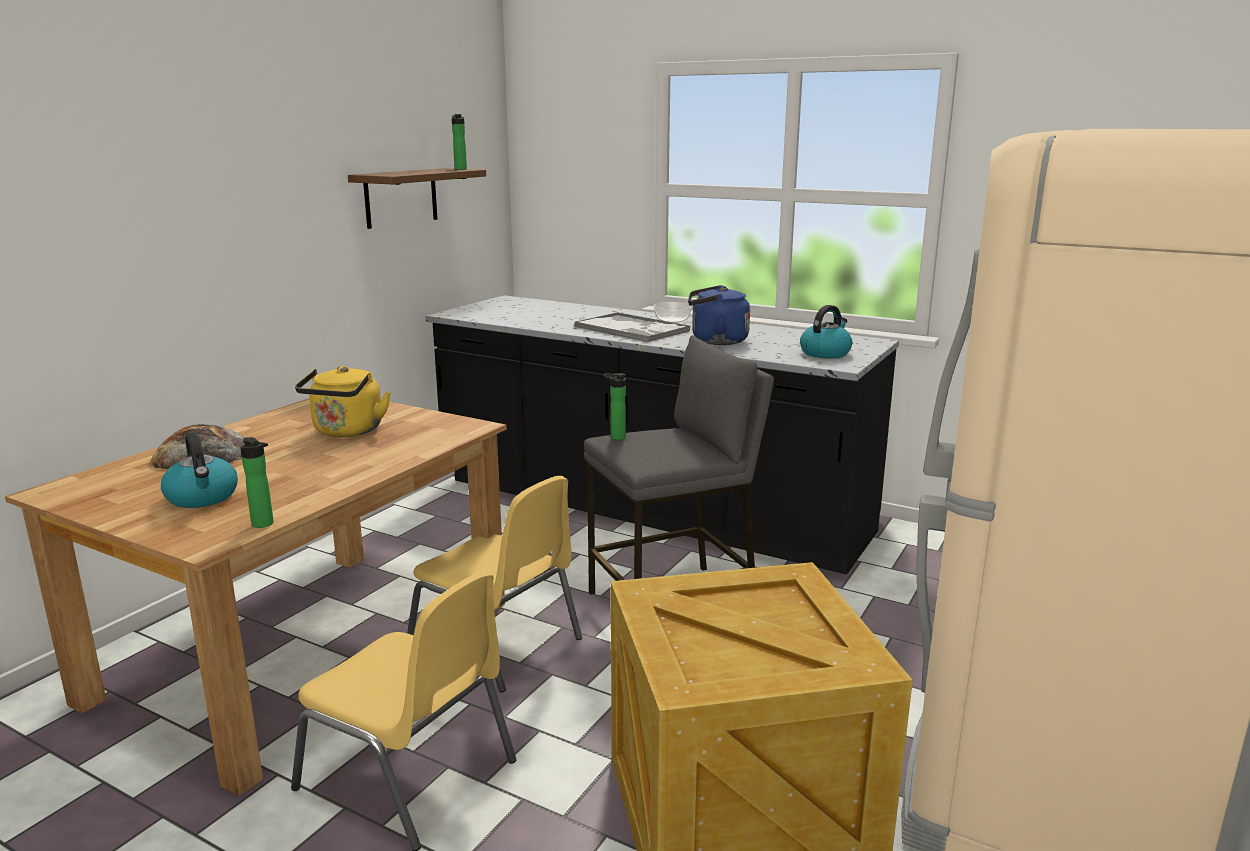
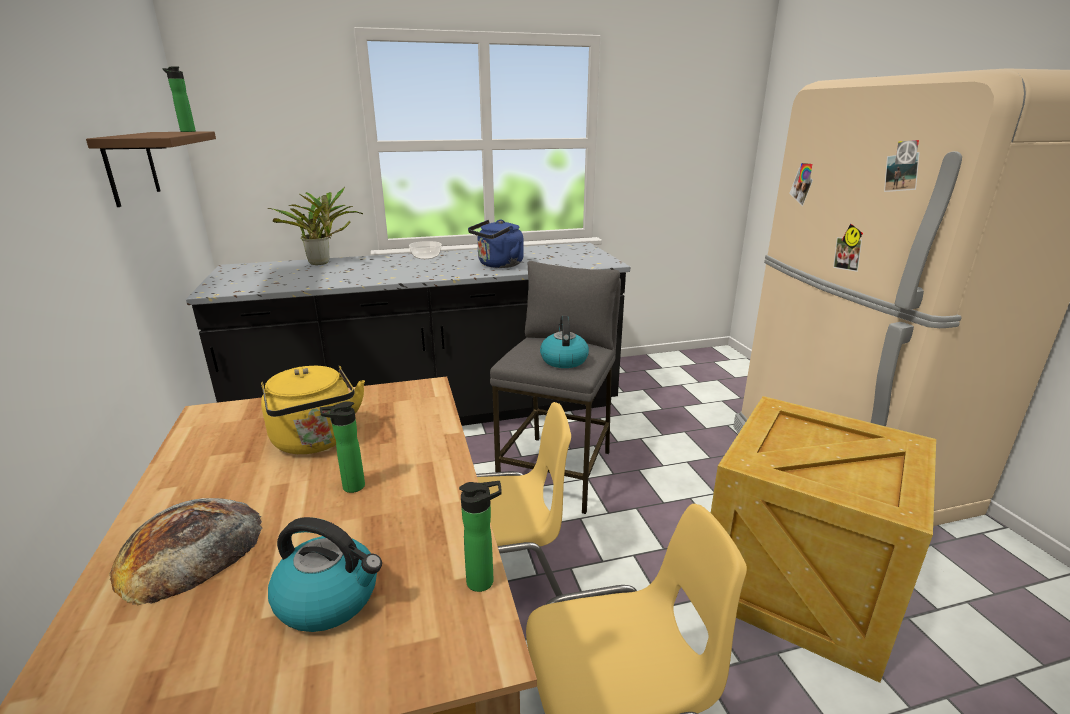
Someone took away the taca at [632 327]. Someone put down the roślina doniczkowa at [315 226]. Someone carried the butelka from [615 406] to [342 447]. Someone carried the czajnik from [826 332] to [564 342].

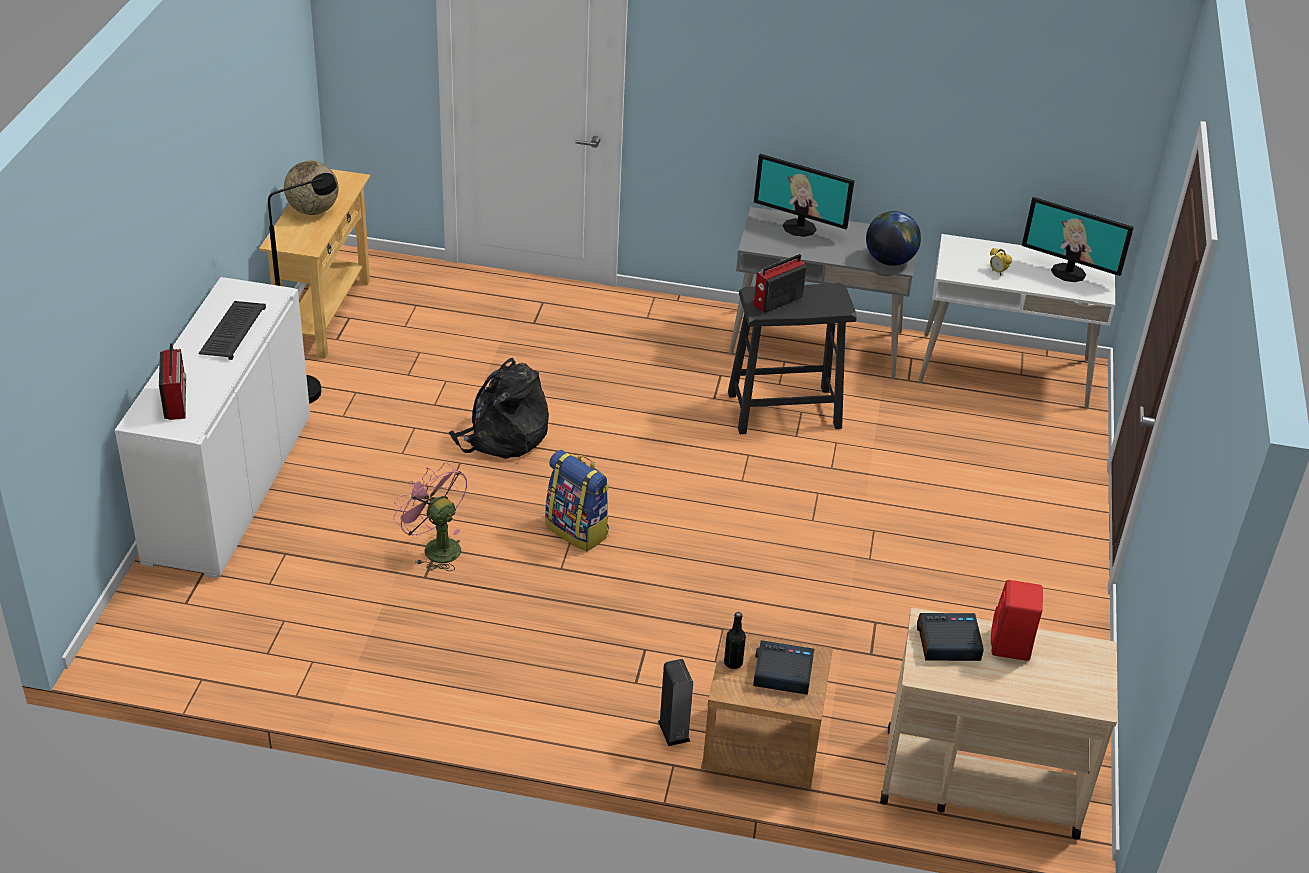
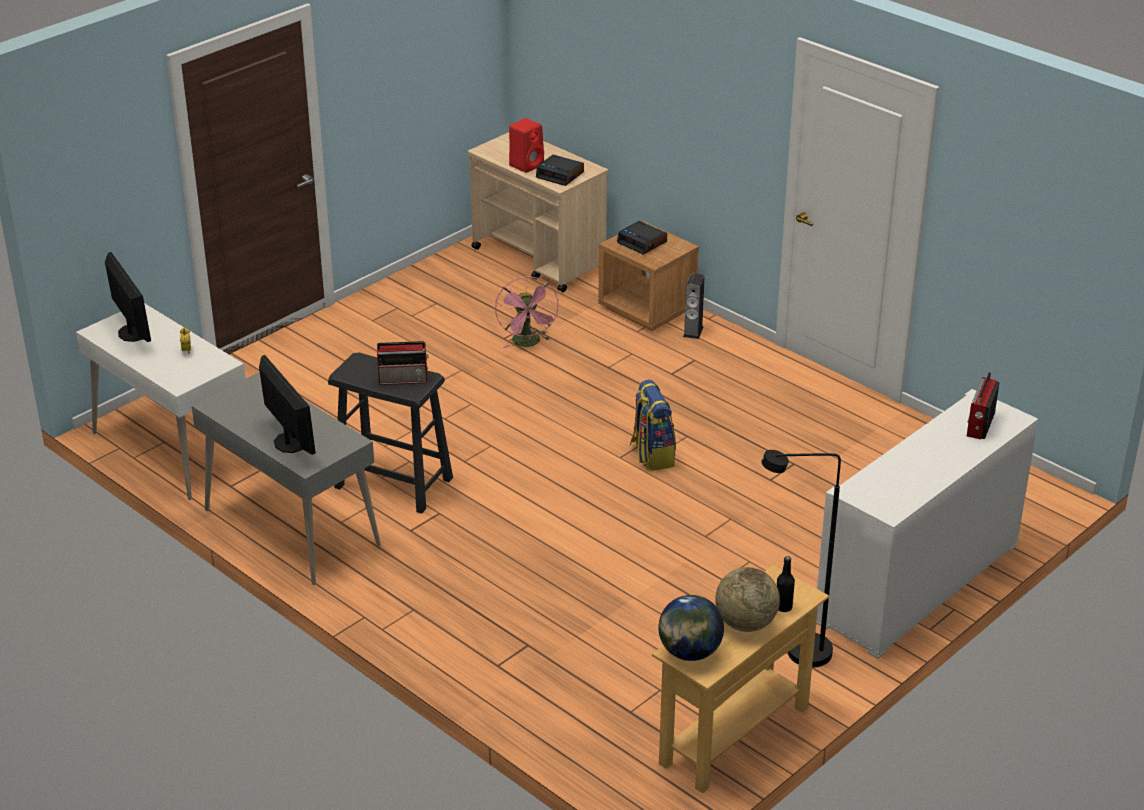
Someone took away the klawiatura at [232 330]. Someone took away the plecak (czarny) at [499 408]. Someone carried the wentylator (różowy) from [430 516] to [527 312]. Someone carried the butelka (czarny) from [735 640] to [786 584]. Someone carried the globus from [893 238] to [691 628].

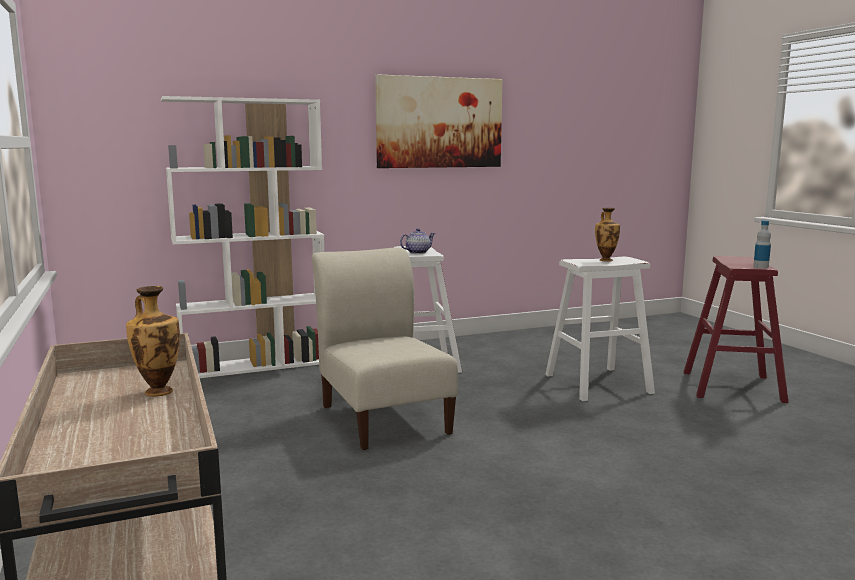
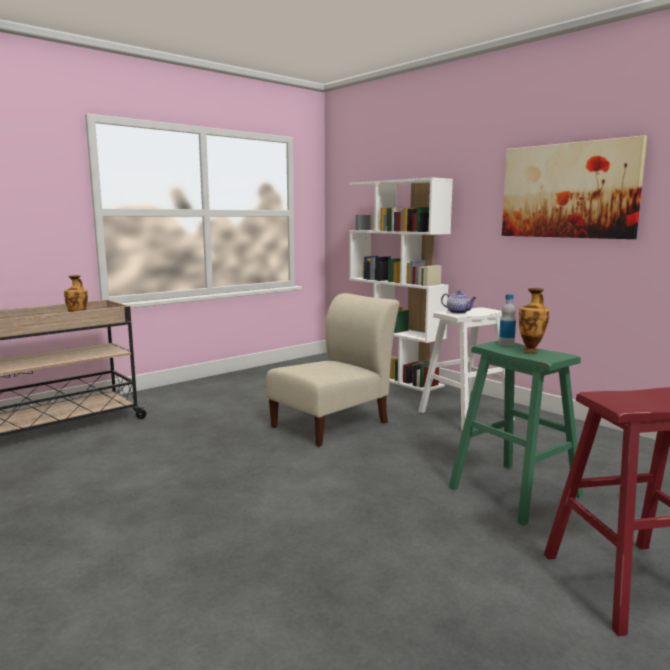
Someone carried the butelka from [762 244] to [507 320]. Someone repainted the stołek (biały) at [600 329], which became the stołek (zielony) at [515 433].

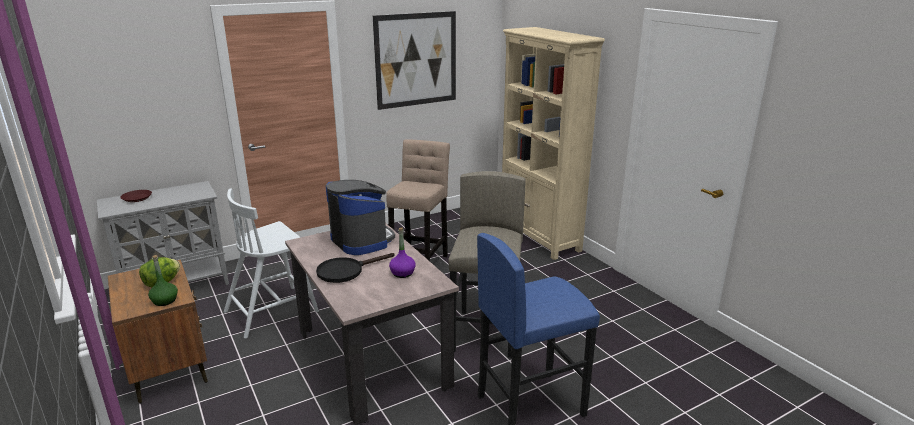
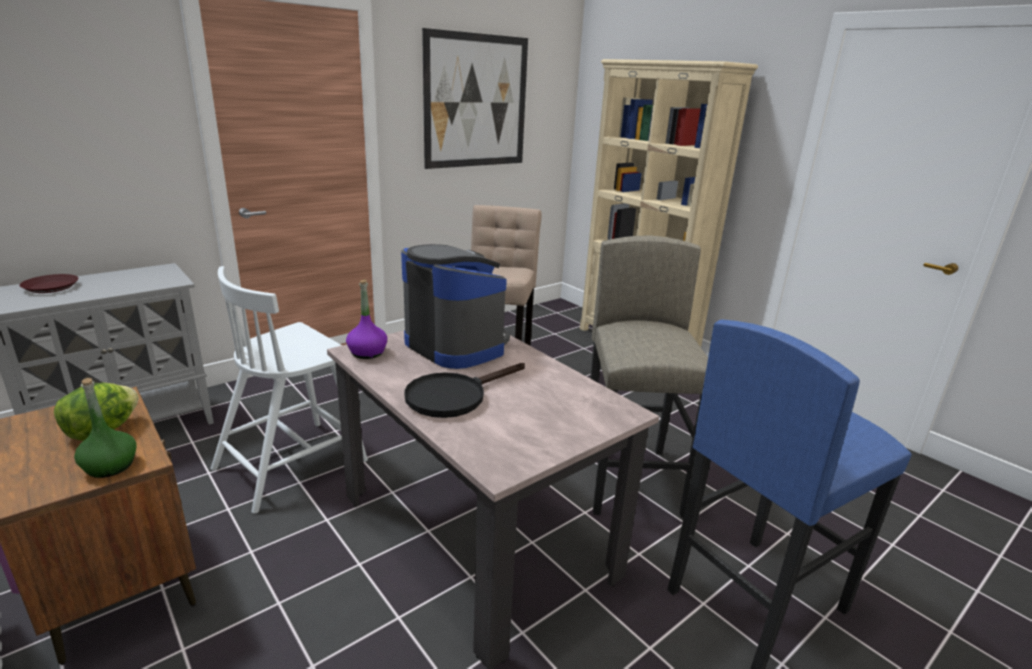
Someone carried the butelka (fioletowy) from [402 252] to [366 319].

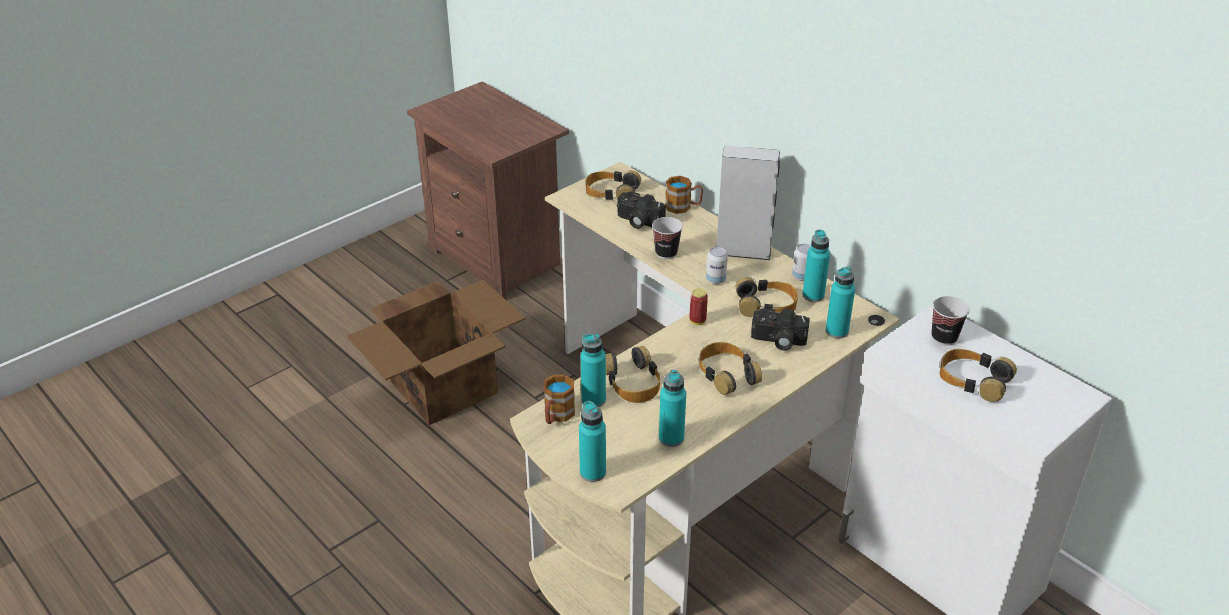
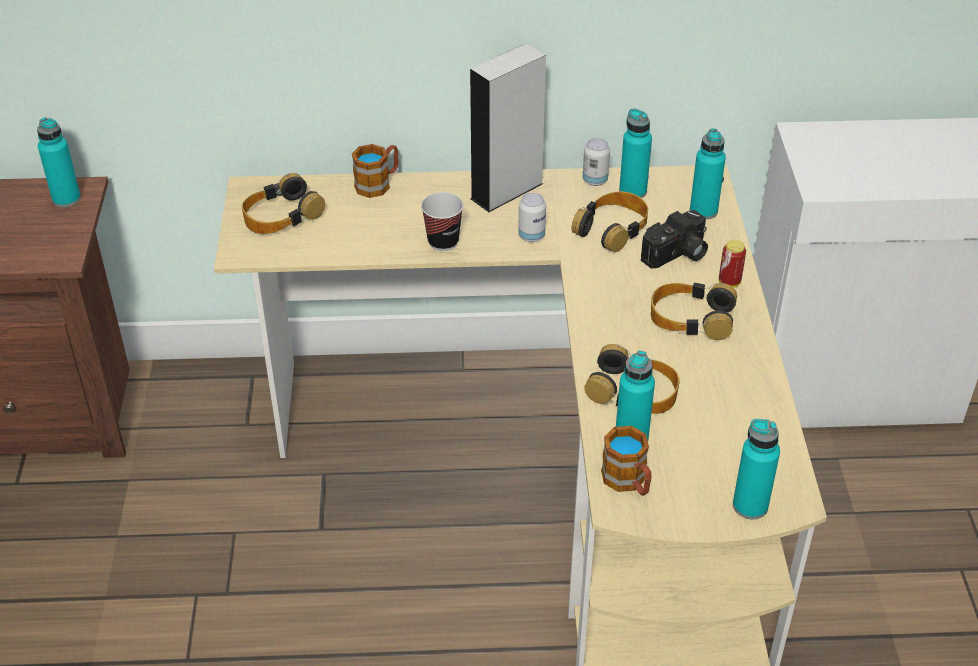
Someone took away the karton at [436 352]. Someone took away the aparat fotograficzny at [641 210]. Someone took away the filiżanka at [951 321]. Someone took away the słuchawki at [978 375]. Someone carried the butelka (turkusowy) from [672 408] to [59 162]. Someone carried the puszka from [699 306] to [732 264].

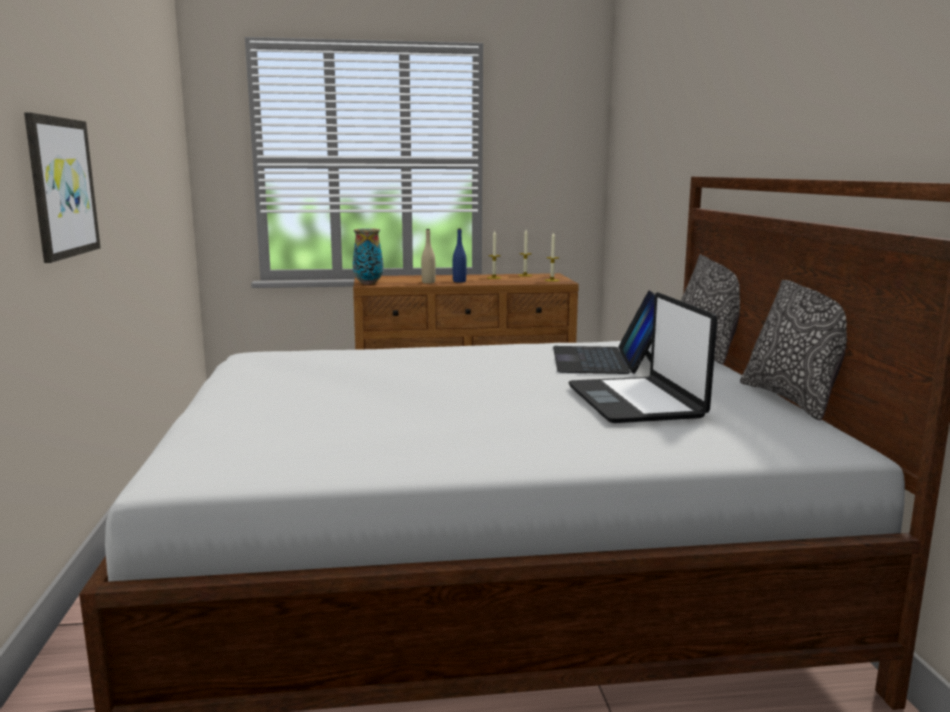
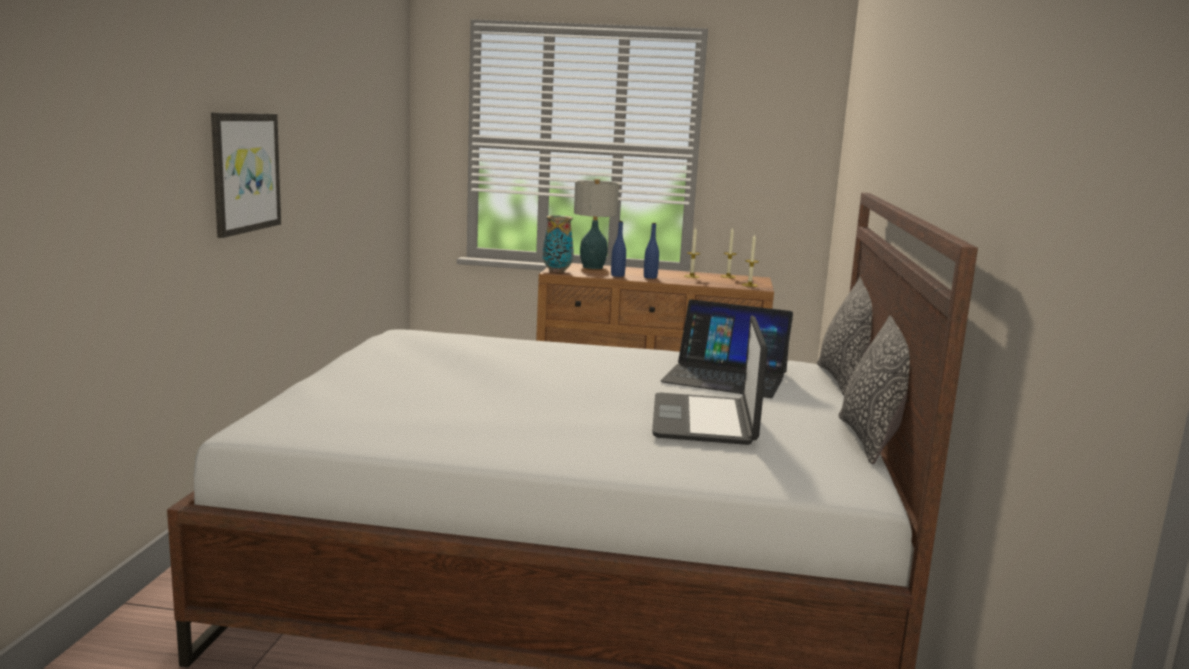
Someone put down the lampa stołowa at [596 224]. Someone repainted the butelka (beżowy) at [428 256], which became the butelka (niebieski) at [618 249]. Someone rotated the laptop at [604 332] by 90 degrees counterclockwise.

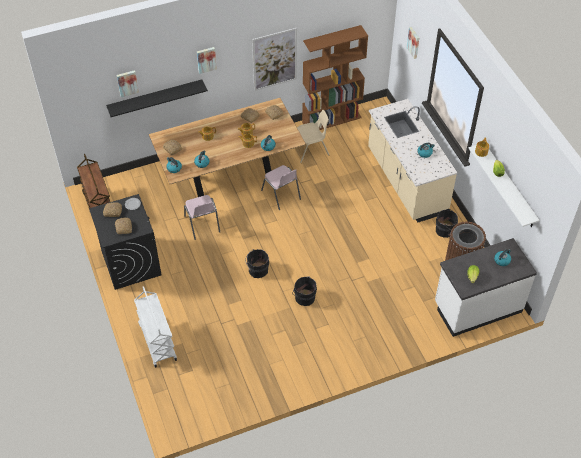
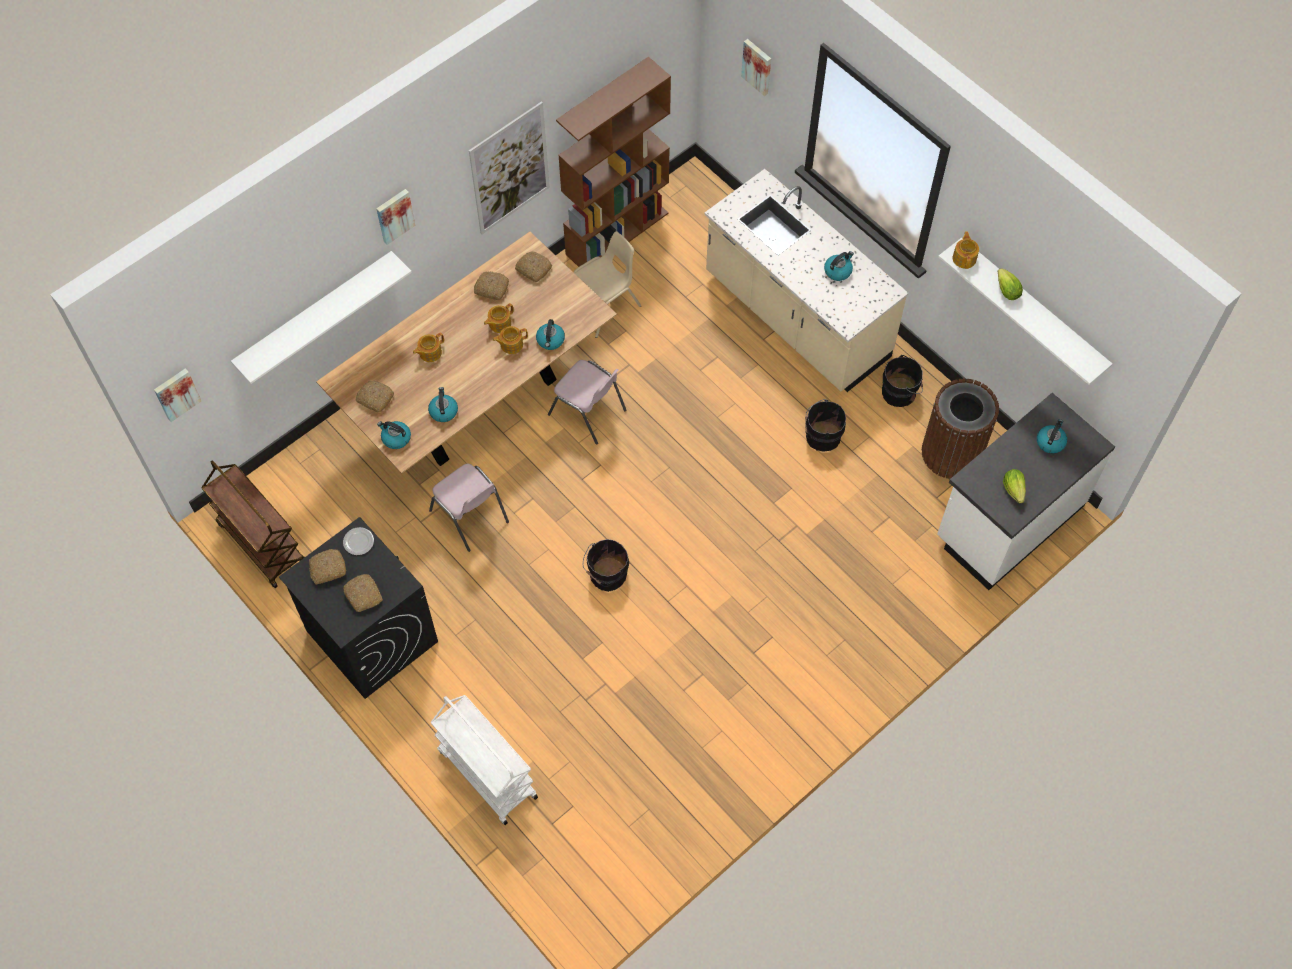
Someone carried the obraz from [128 83] to [177 395]. Someone carried the wiadro (czarny) from [304 291] to [825 425]. Someone repainted the półka (czarny) at [157 98], which became the półka (biały) at [321 317].

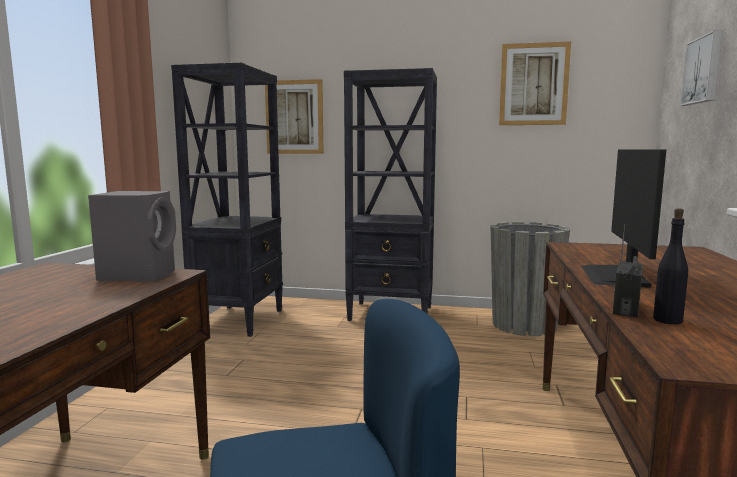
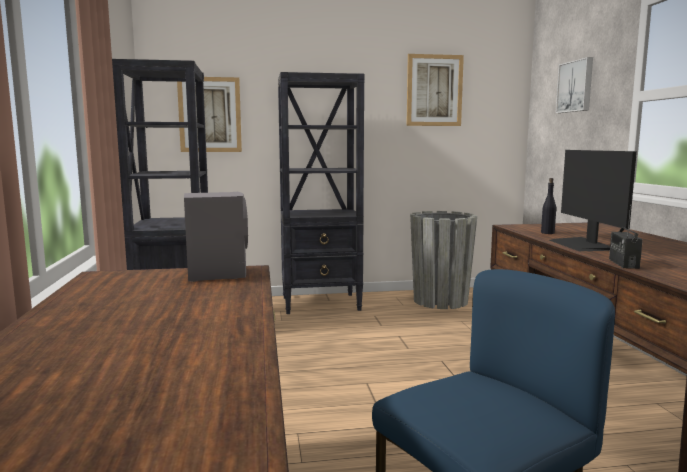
Someone carried the butelka (czarny) from [670 266] to [548 206].

